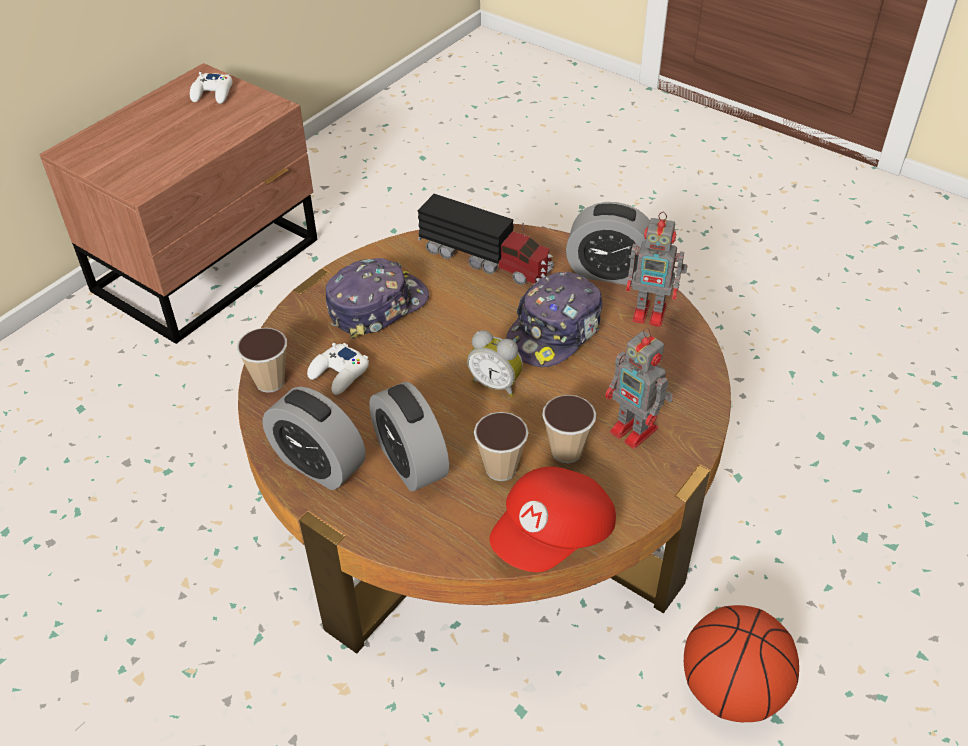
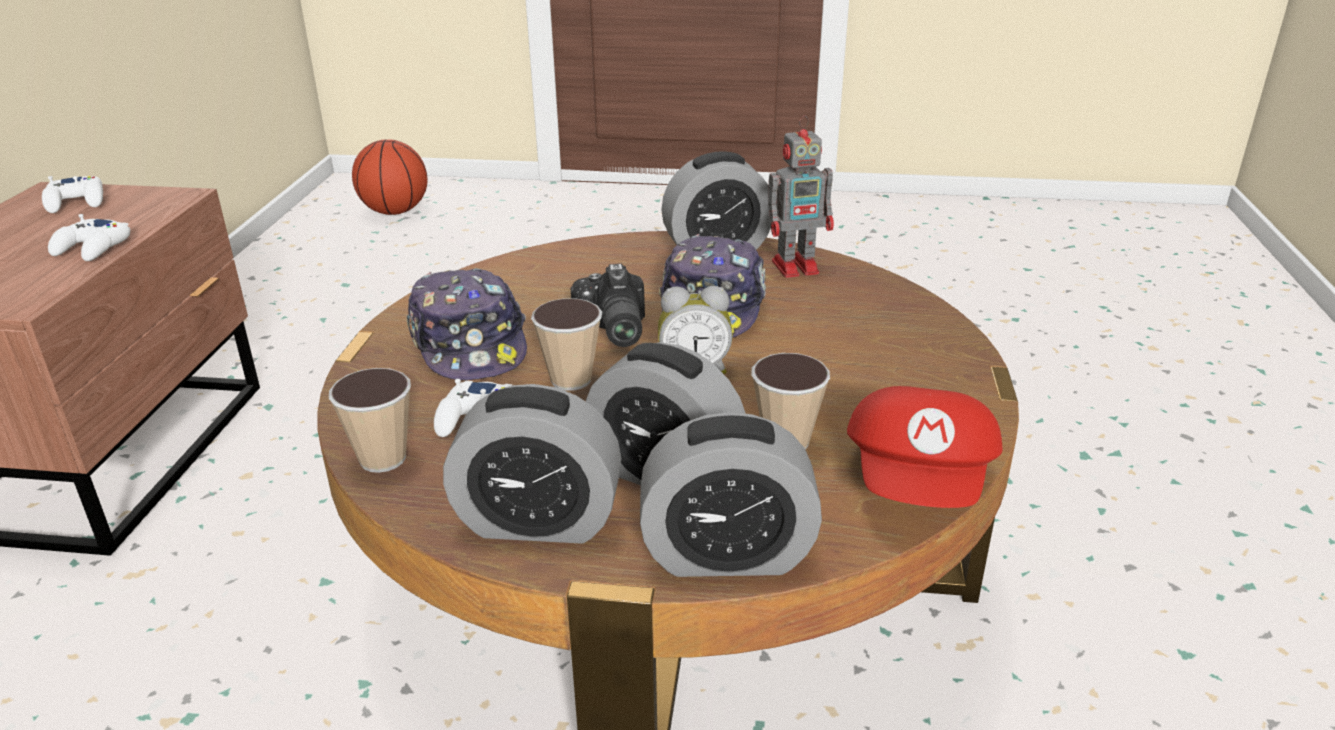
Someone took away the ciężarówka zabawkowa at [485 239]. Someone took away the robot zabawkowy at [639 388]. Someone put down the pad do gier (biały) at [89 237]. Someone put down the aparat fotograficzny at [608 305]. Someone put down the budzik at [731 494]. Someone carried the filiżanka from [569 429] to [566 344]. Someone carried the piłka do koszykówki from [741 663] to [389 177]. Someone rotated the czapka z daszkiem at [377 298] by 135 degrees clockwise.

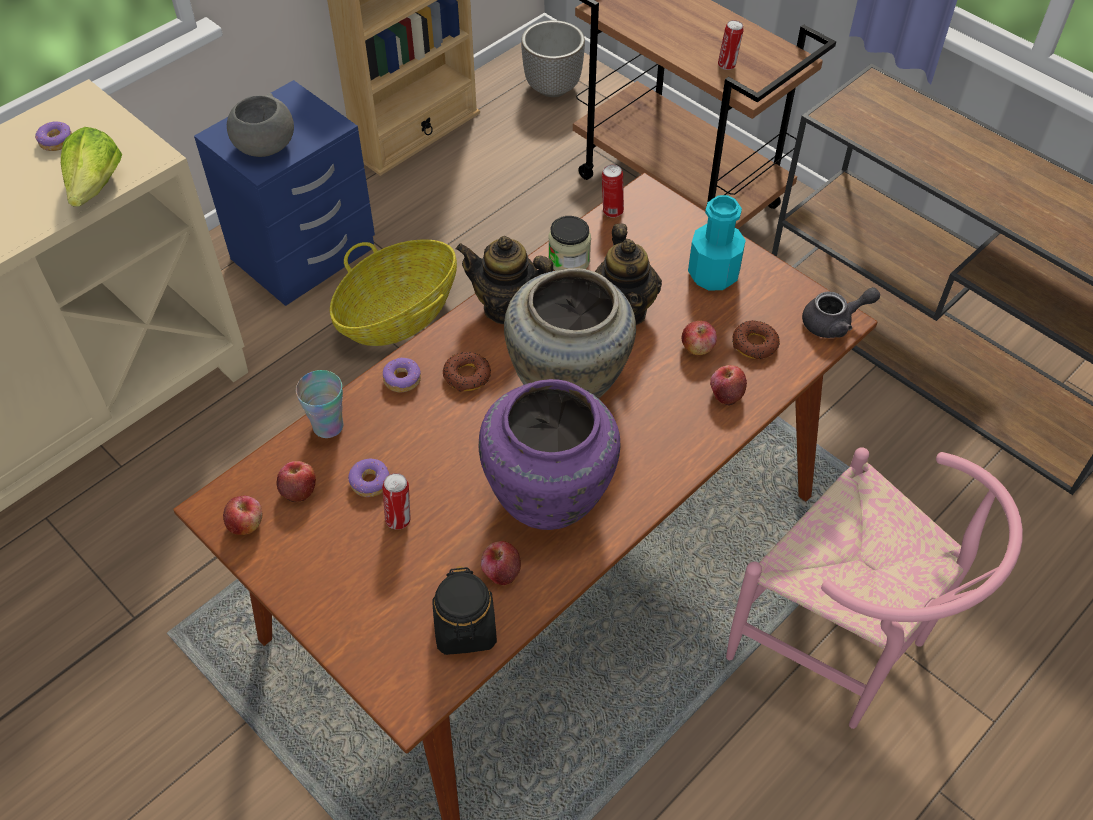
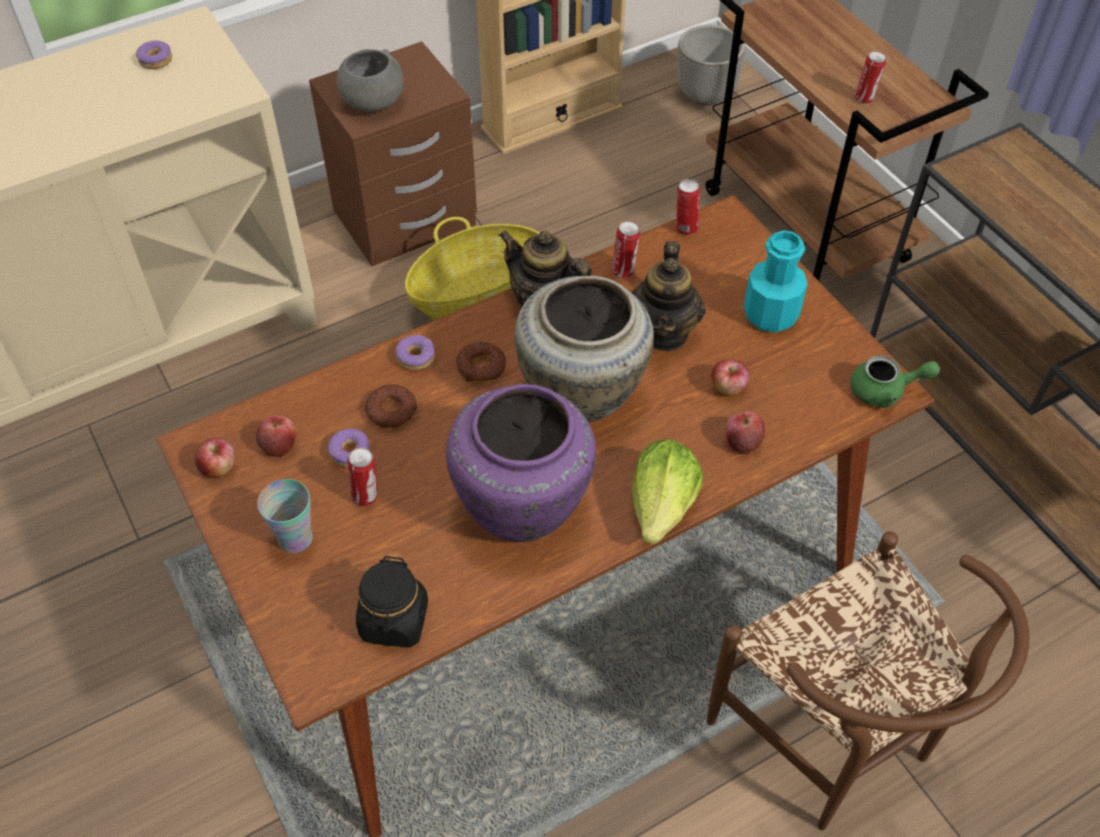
Someone took away the jabłko at [501 563]. Someone carried the sałata from [91 167] to [668 492]. Someone carried the filiżanka from [319 404] to [284 516]. Someone carried the donut from [756 339] to [390 406]. Someone swapped the słoik at [569 243] for the puszka at [626 249]. Someone repainted the szafka nocna (niebieski) at [284 193], which became the szafka nocna (brązowy) at [393 153]. Someone repainted the krzesło (różowy) at [874 588], which became the krzesło (brązowy) at [868 680]. Someone repainted the imbryk (szary) at [841 312], which became the imbryk (zielony) at [895 382].

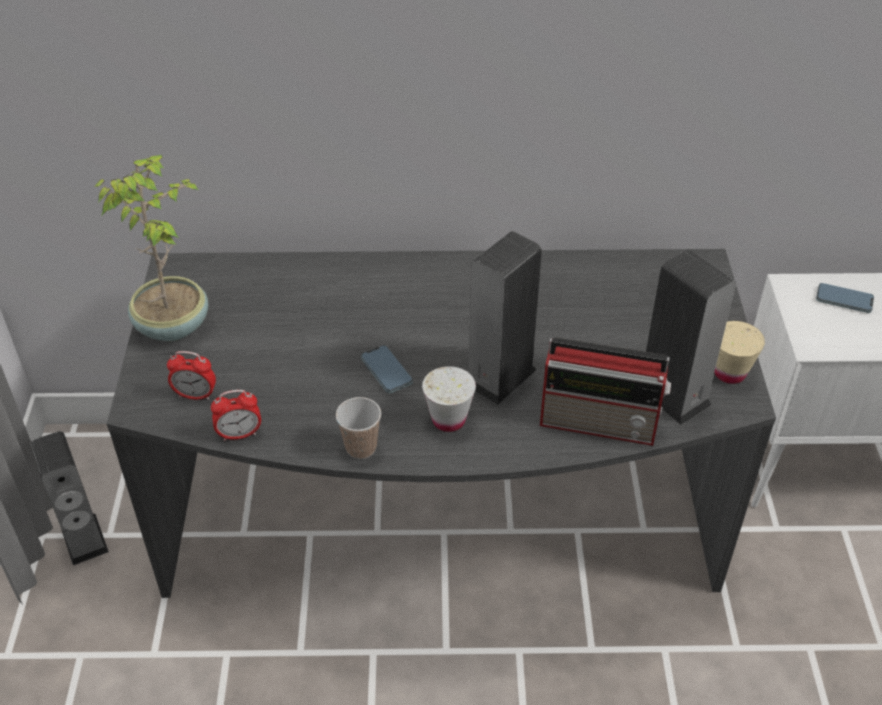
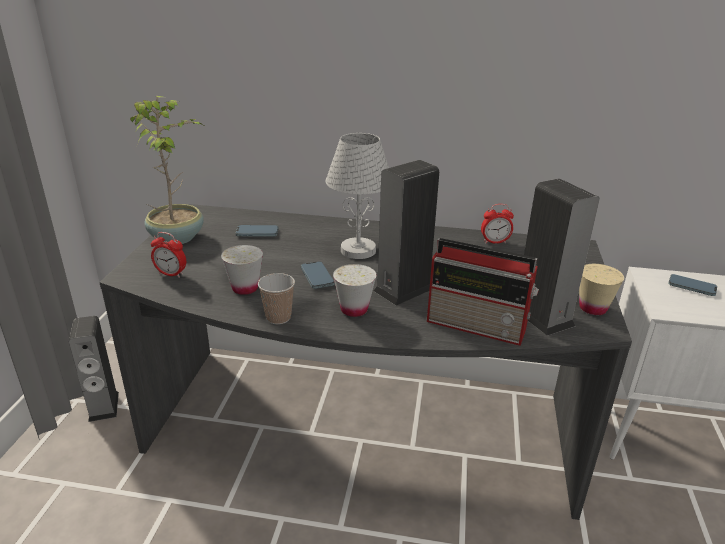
Someone put down the filiżanka (biały) at [242 270]. Someone put down the telefon at [257 231]. Someone put down the lampa stołowa (biały) at [357 196]. Someone carried the budzik from [236 415] to [497 224].

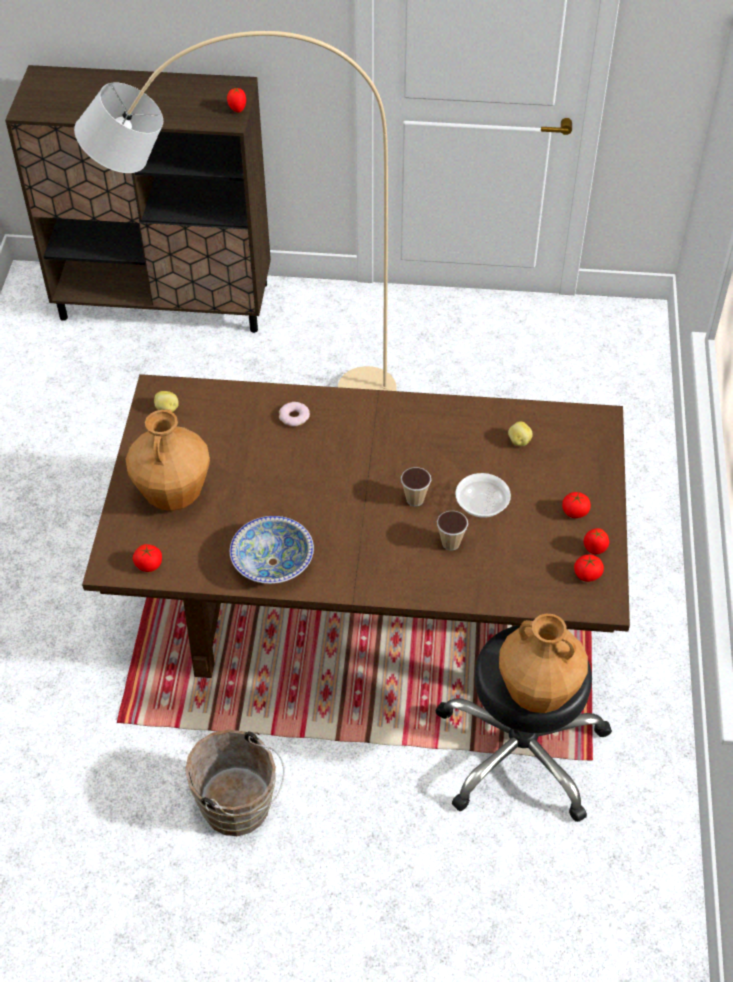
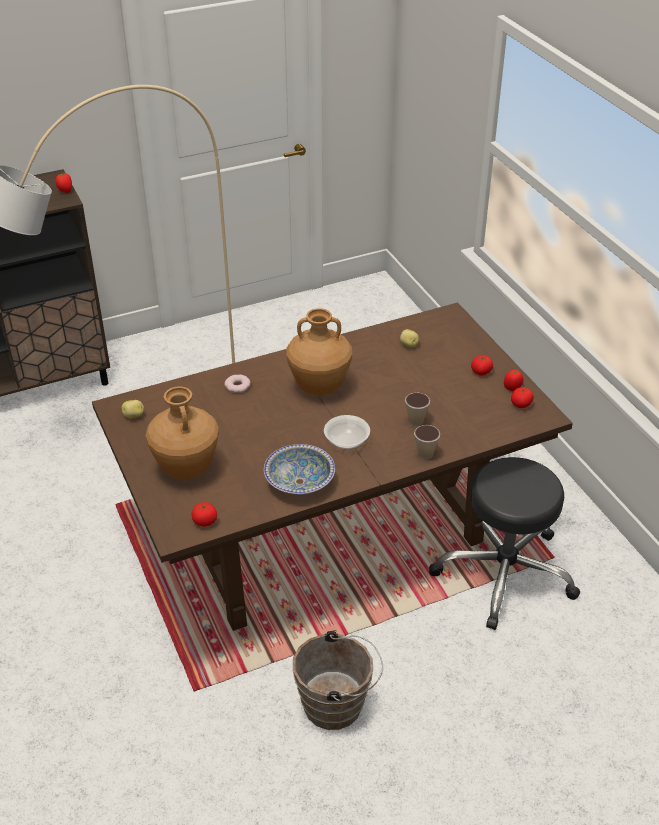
Someone carried the filiżanka from [416 486] to [427 442]. Someone carried the miska from [483 495] to [347 432]. Someone carried the wazon (brązowy) from [543 663] to [319 352].

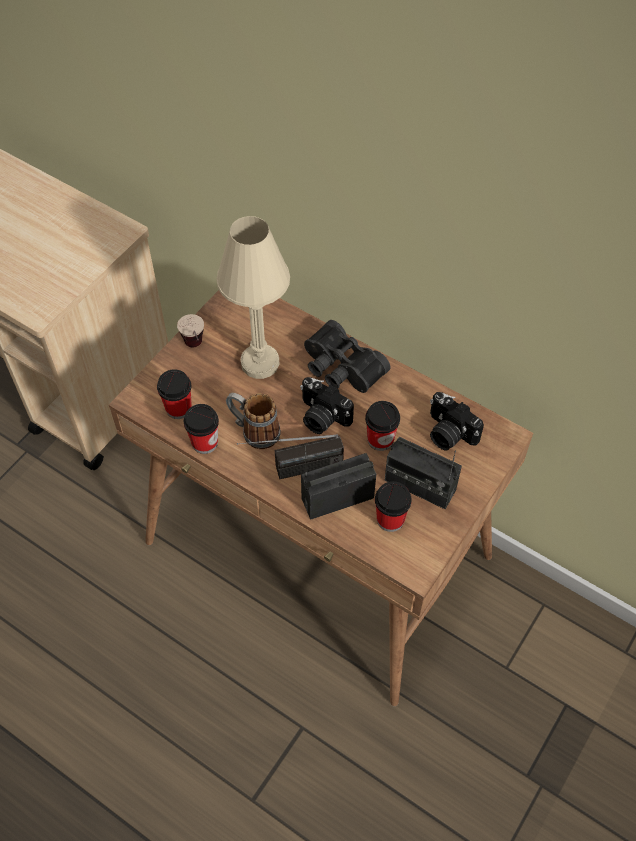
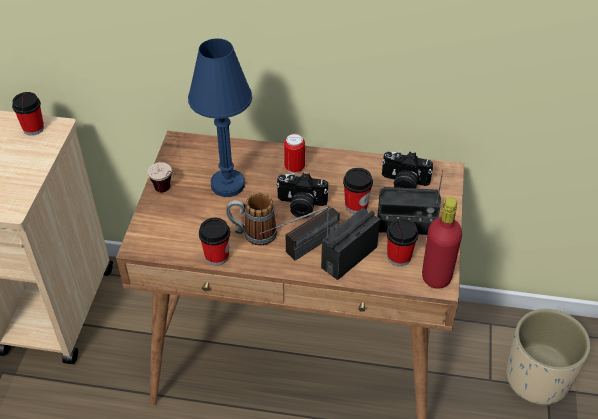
Someone put down the butelka (czerwony) at [442 243]. Someone put down the donica (beżowy) at [548 357]. Someone carried the filiżanka from [174 394] to [28 114]. Someone swapped the lornetka (czarny) at [347 356] for the puszka at [294 154]. Someone repainted the lampa stołowa (beżowy) at [253 297], which became the lampa stołowa (niebieski) at [220 117].

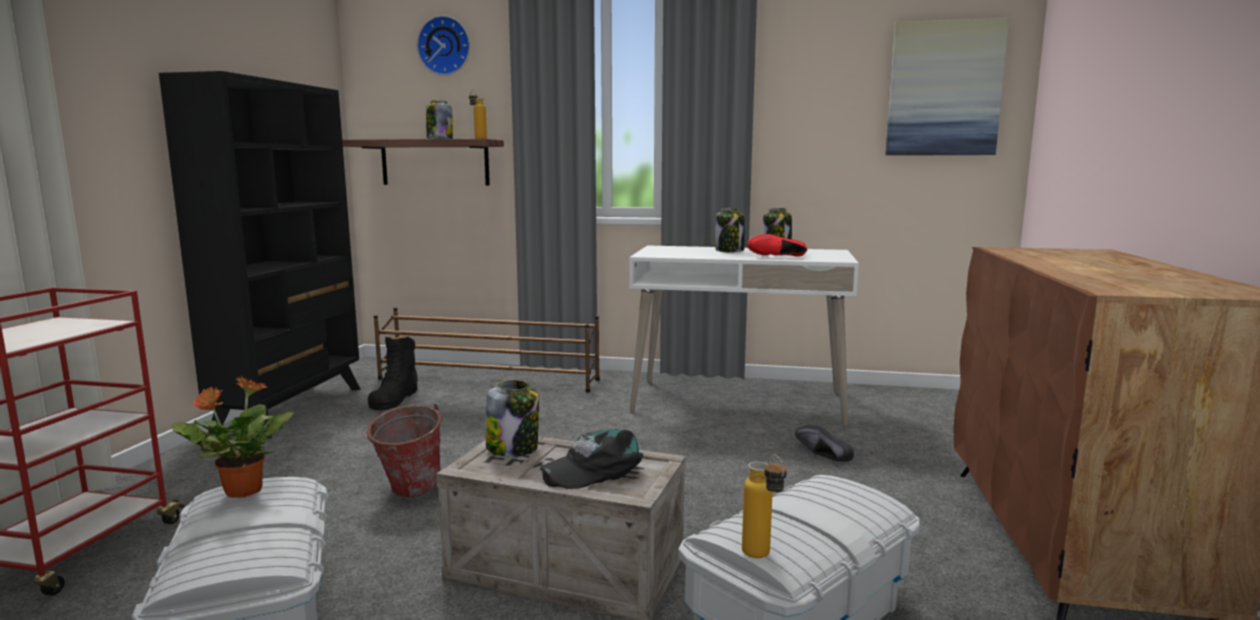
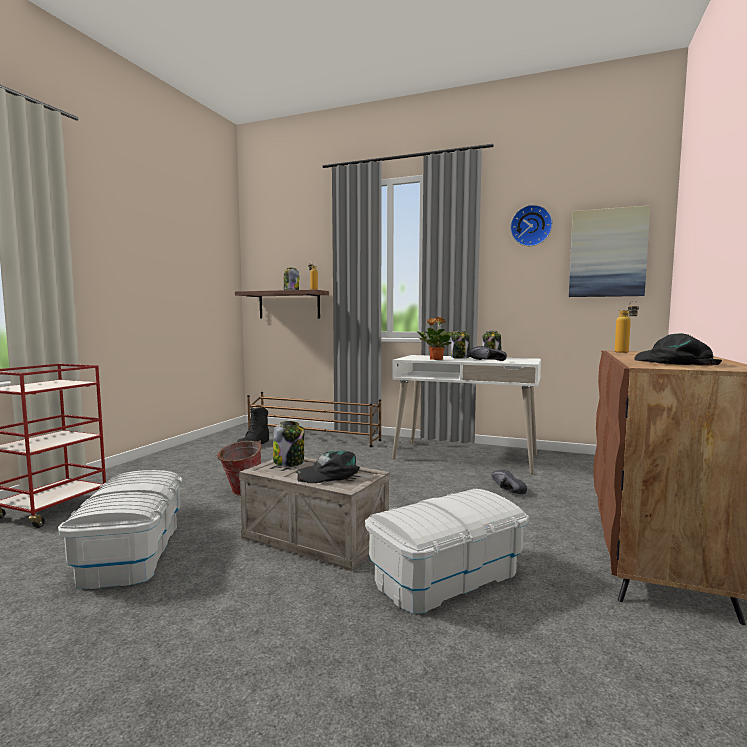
Someone took away the regał (czarny) at [259 255]. Someone put down the czapka z daszkiem (czarny) at [678 349]. Someone carried the roślina doniczkowa from [233 437] to [436 338]. Someone carried the zegar ścienny from [443 45] to [531 225]. Someone carried the butelka from [764 506] to [627 326]. Someone repainted the but (czerwony) at [777 245], which became the but (czarny) at [487 353].

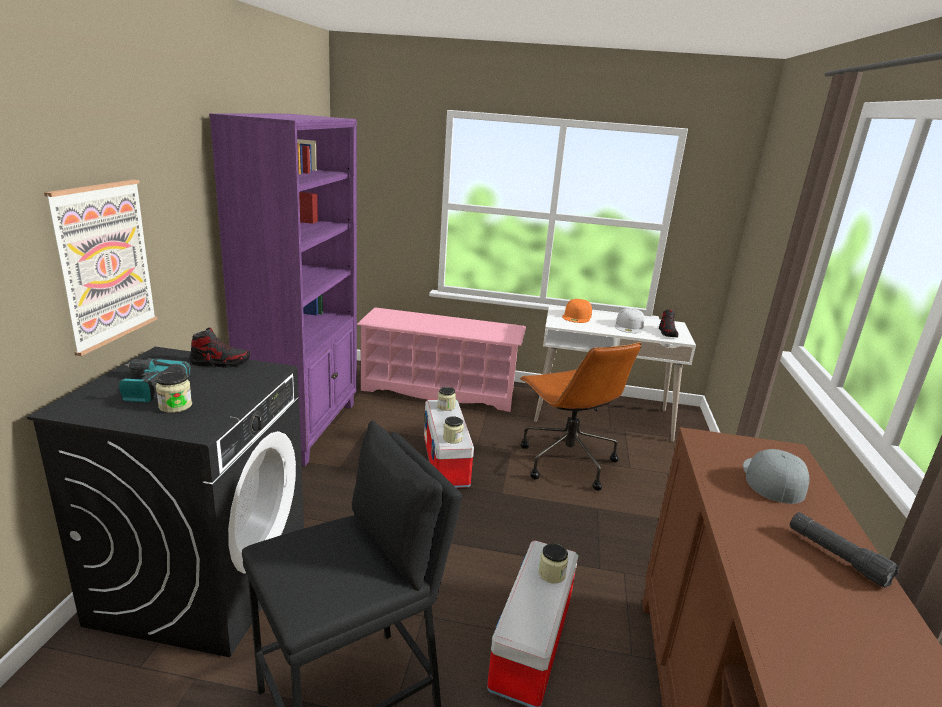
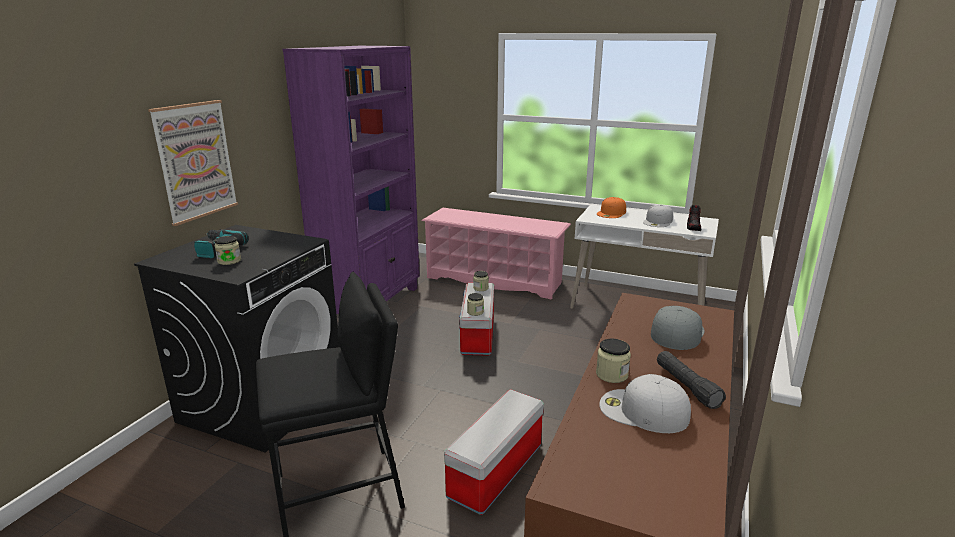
Someone took away the but at [219 347]. Someone took away the krzesło biurowe (brązowy) at [580 416]. Someone put down the czapka z daszkiem (biały) at [645 403]. Someone carried the słoik from [553 563] to [613 361].

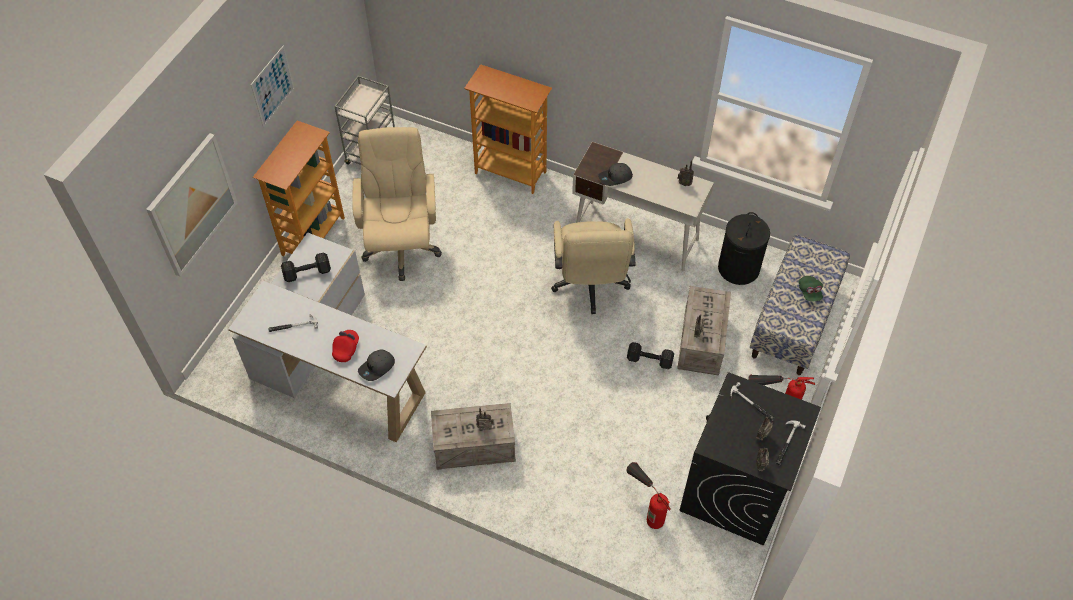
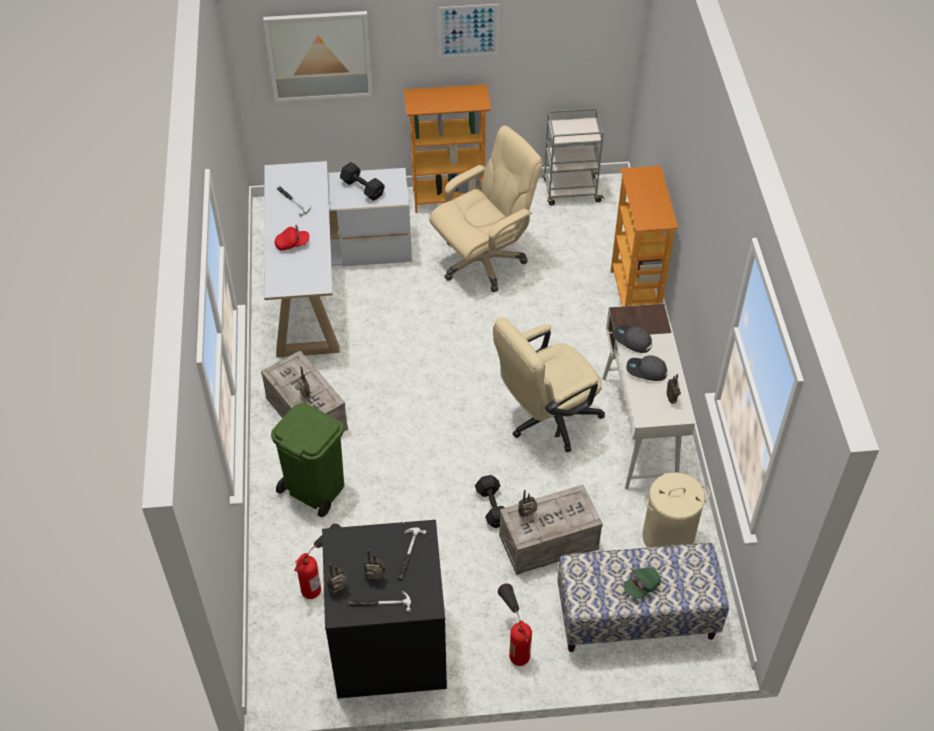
Someone put down the kosz na śmieci (zielony) at [307 460]. Someone carried the czapka z daszkiem (szary) from [376 365] to [646 368]. Someone repainted the kosz na pranie (czarny) at [744 248], which became the kosz na pranie (beżowy) at [676 509].

